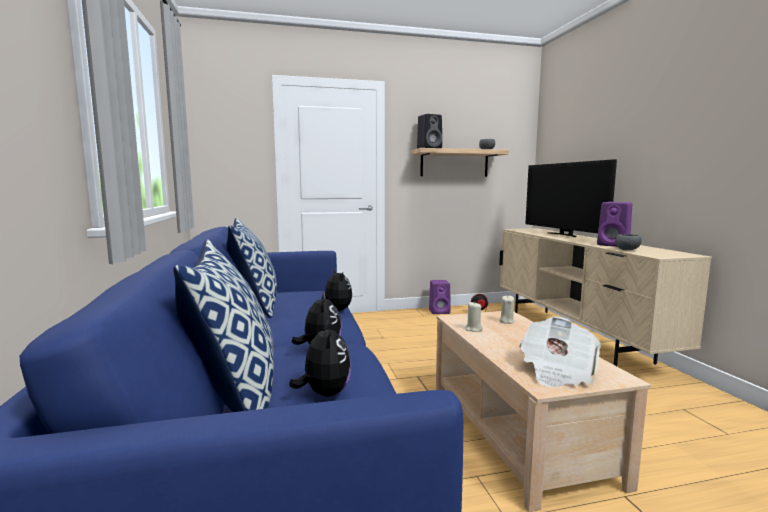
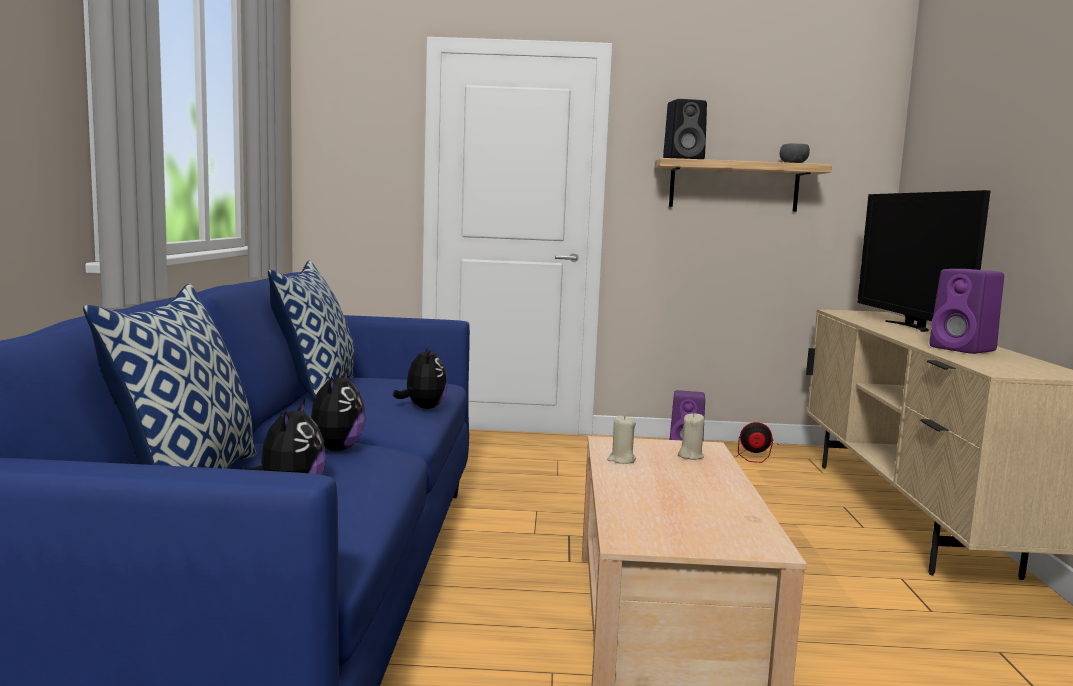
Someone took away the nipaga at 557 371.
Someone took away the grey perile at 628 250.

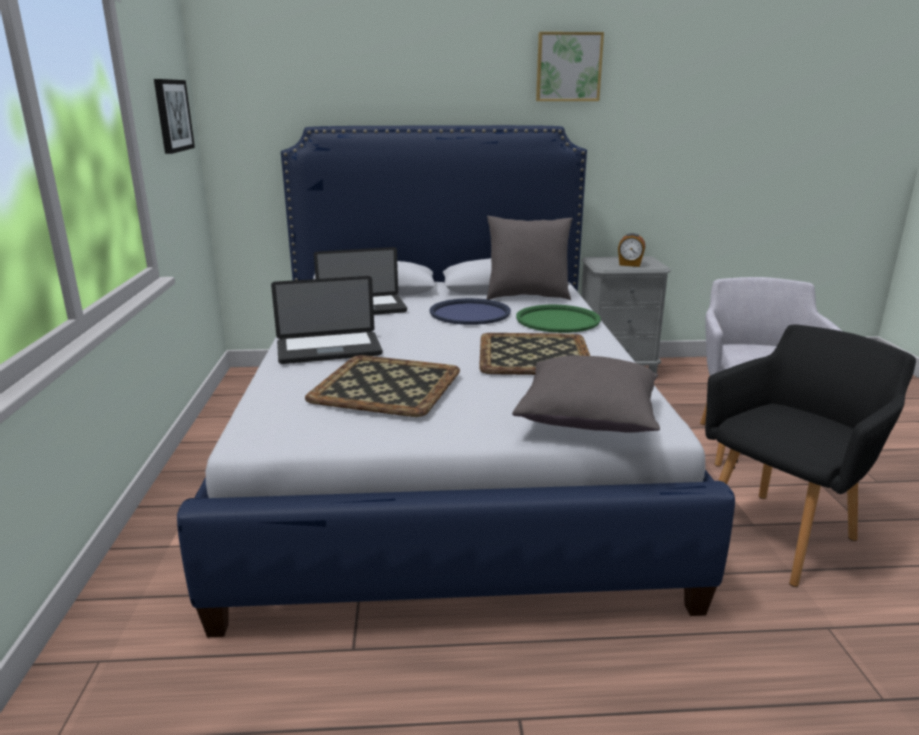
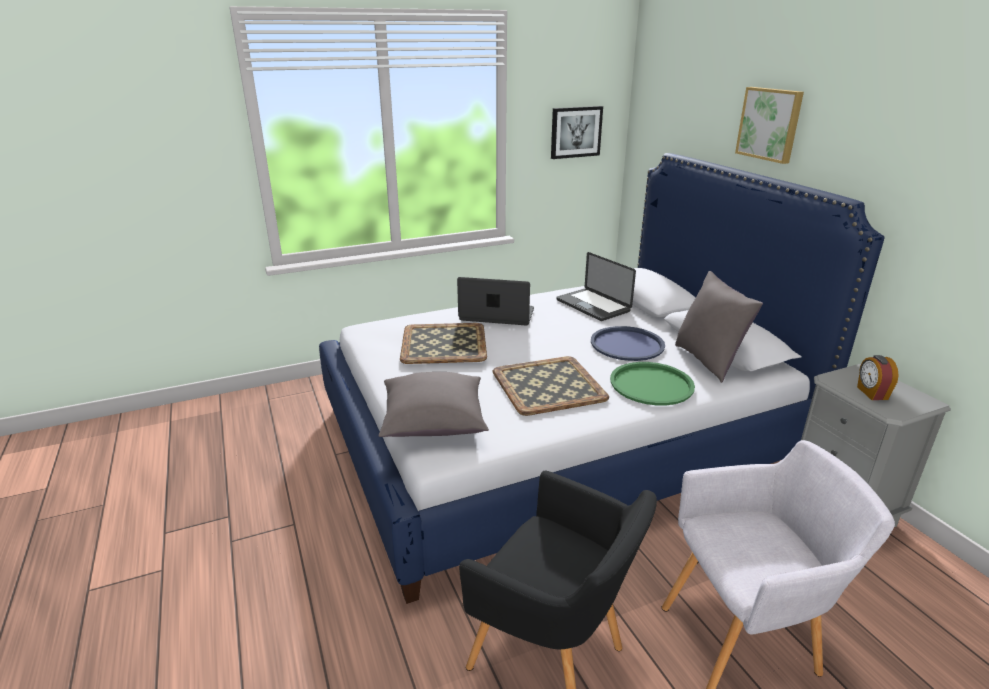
Someone carried the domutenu from 568 67 to 770 124.
Someone rotated the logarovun at 329 349 by 135 degrees clockwise.

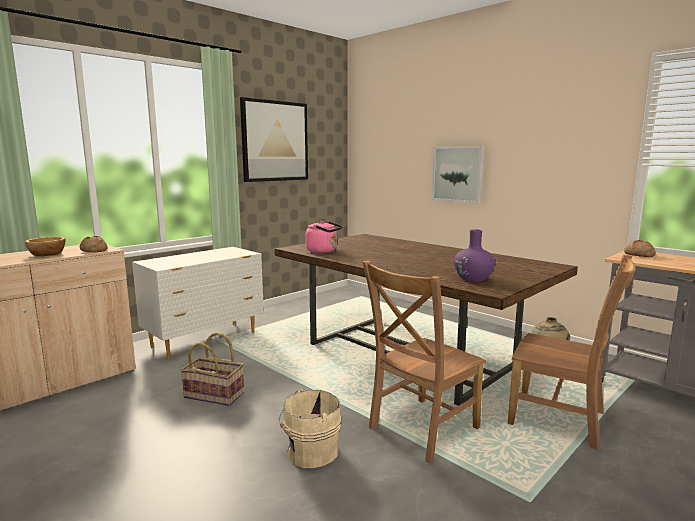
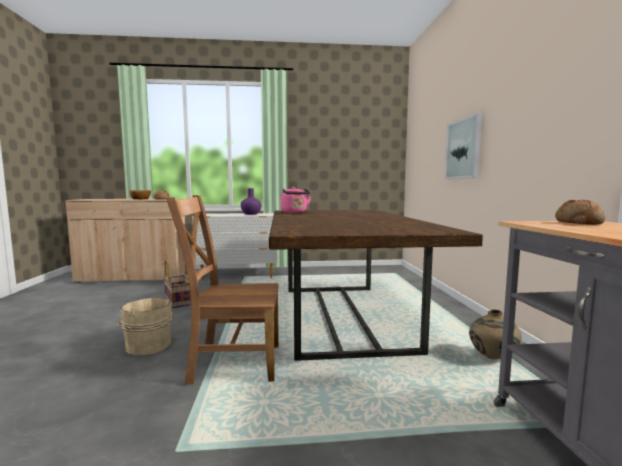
Someone took away the domutenu at 275 141.
Someone took away the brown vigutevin at 561 420.
Someone carried the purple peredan from 473 279 to 251 214.

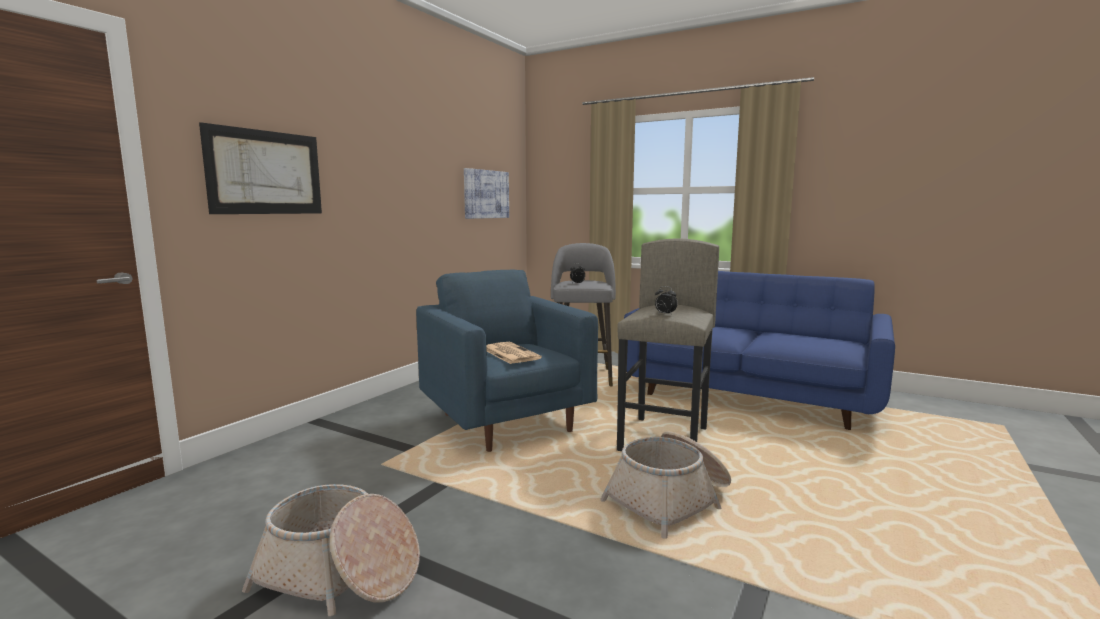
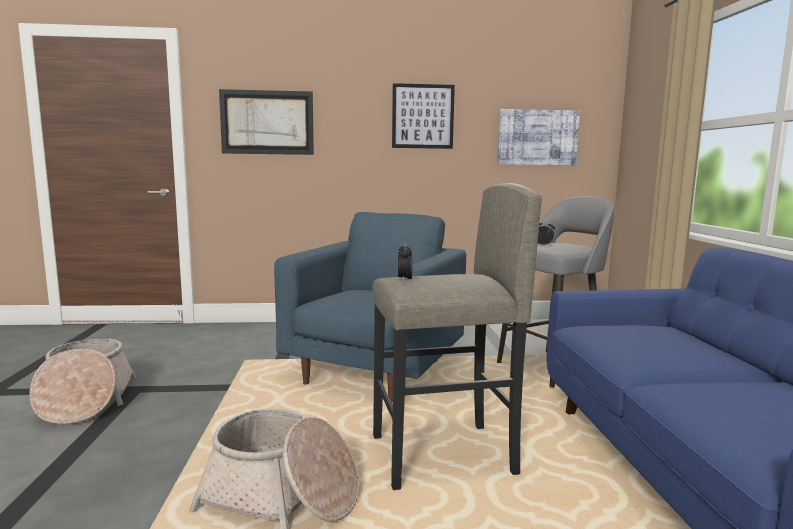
Someone took away the nipaga at 510 353.
Someone put up the domutenu at 423 116.

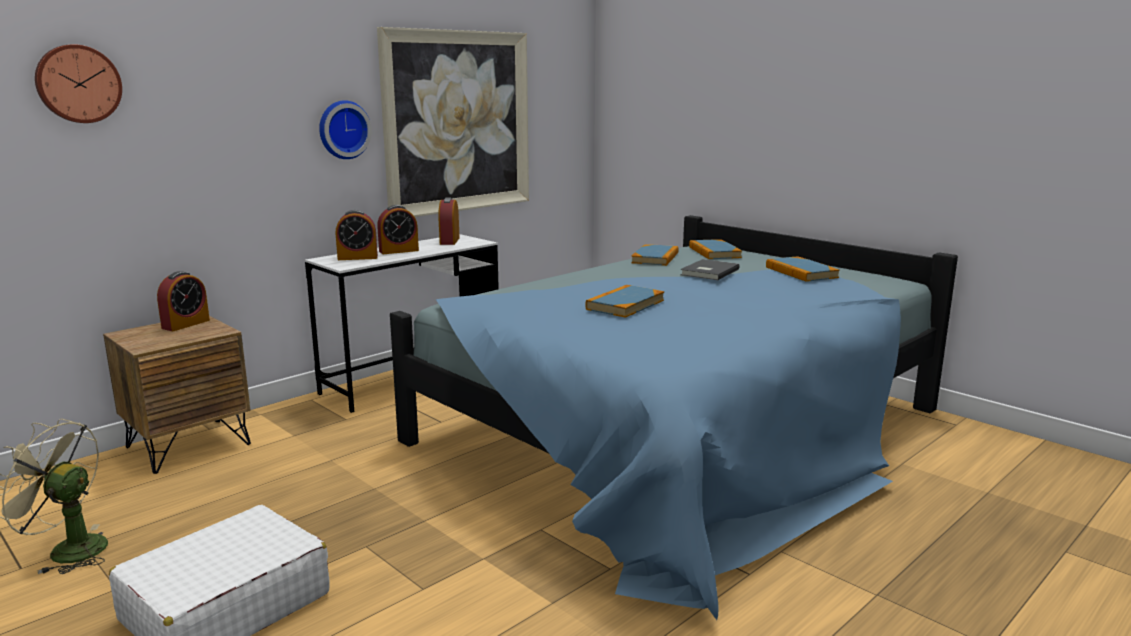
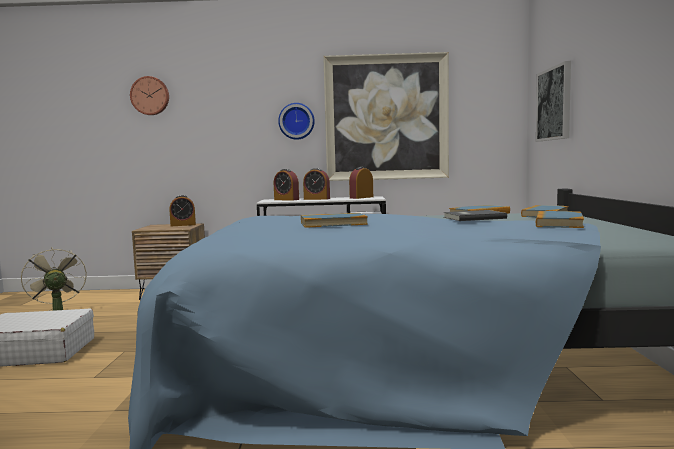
Someone put up the domutenu at 554 104.

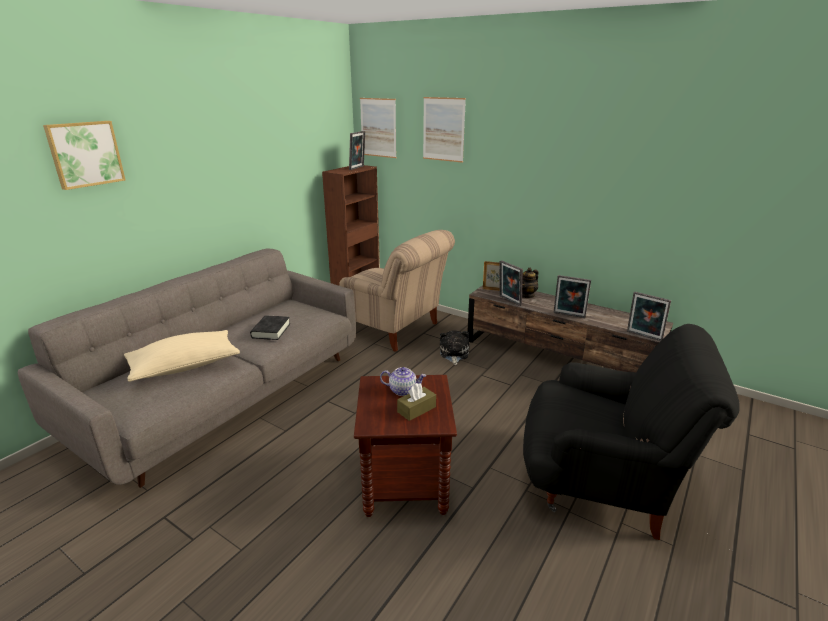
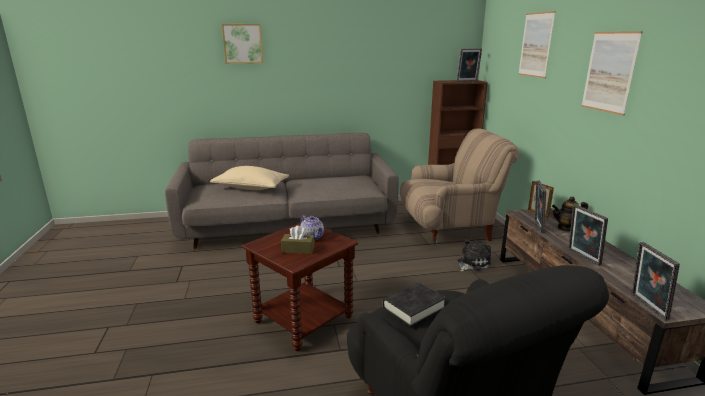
Someone carried the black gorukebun from 271 331 to 413 307.
Someone carried the domutenu from 378 127 to 609 72.
Someone rotated the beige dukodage at 393 328 by 90 degrees counterclockwise.

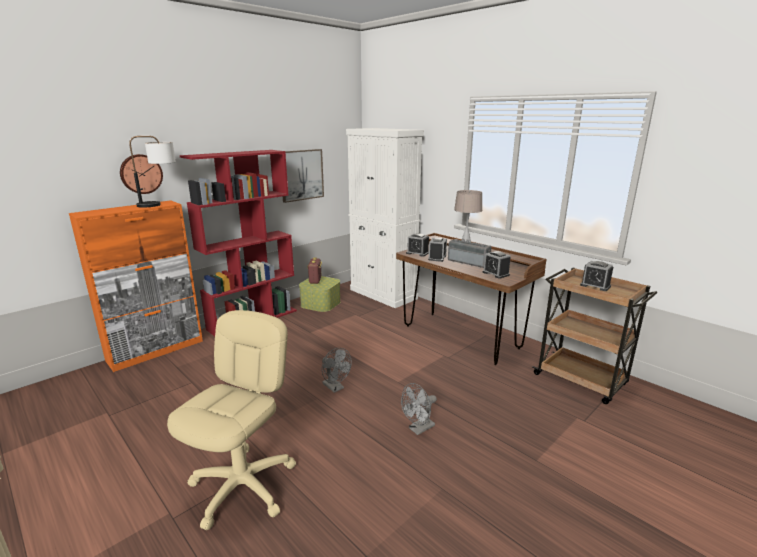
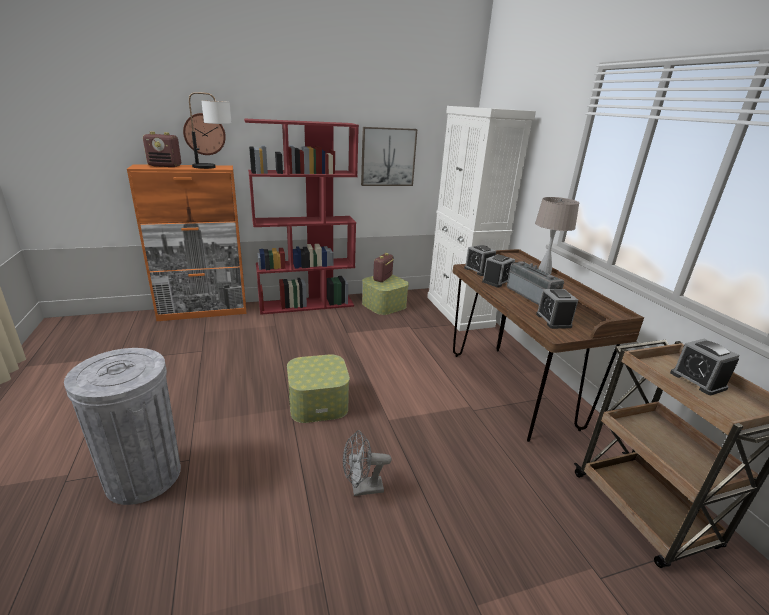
Someone put down the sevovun at 165 166.
Someone swapped the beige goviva at 243 486 for the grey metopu at 144 476.
Someone swapped the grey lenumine at 335 387 for the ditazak at 318 402.

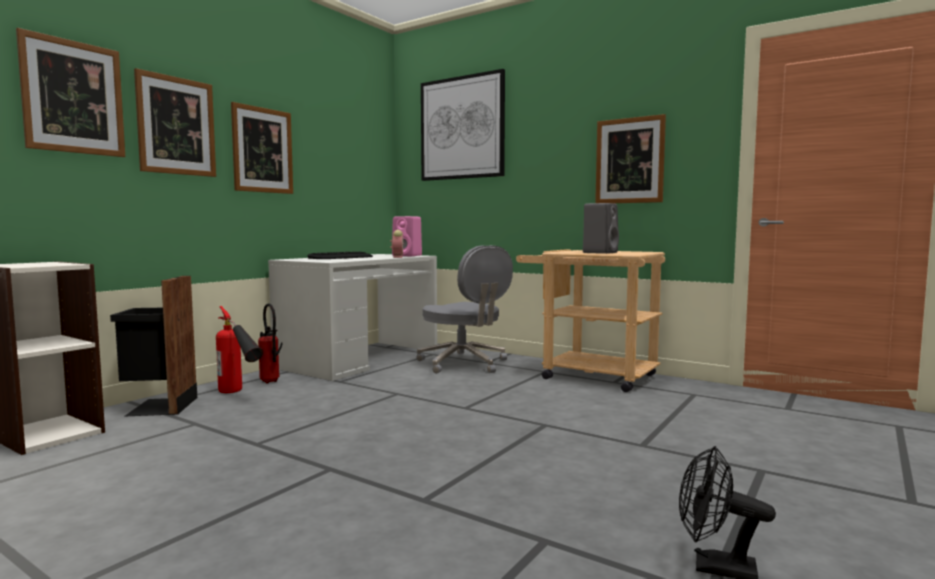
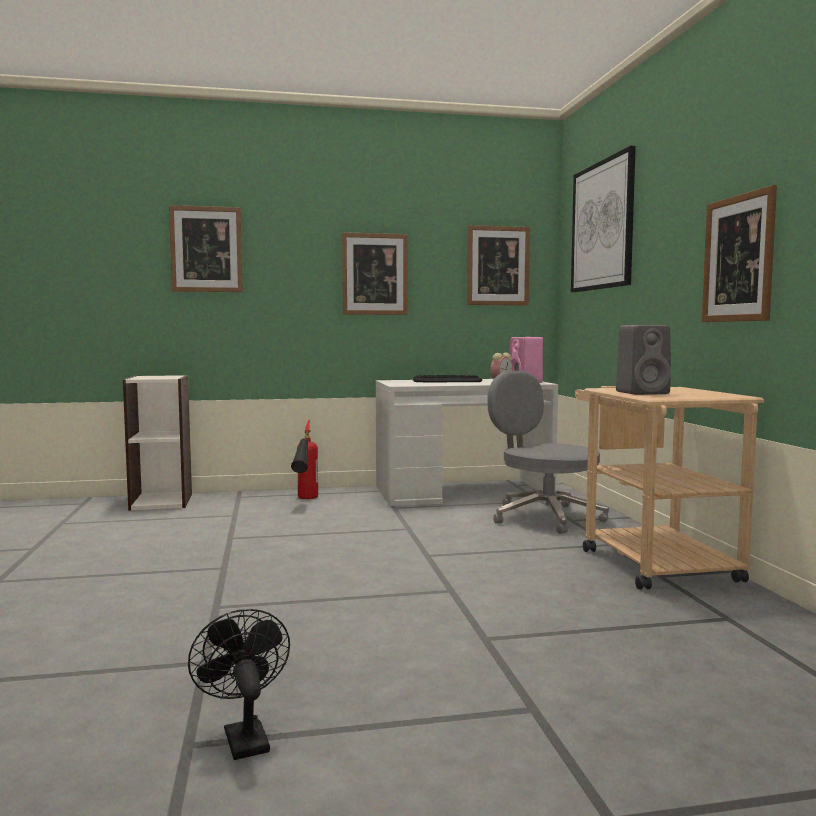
Someone took away the black metopu at 158 406.
Someone took away the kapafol at 269 382.
Someone carried the domutenu from 176 126 to 498 266.
Someone rotated the grey goviva at 464 364 by 135 degrees clockwise.

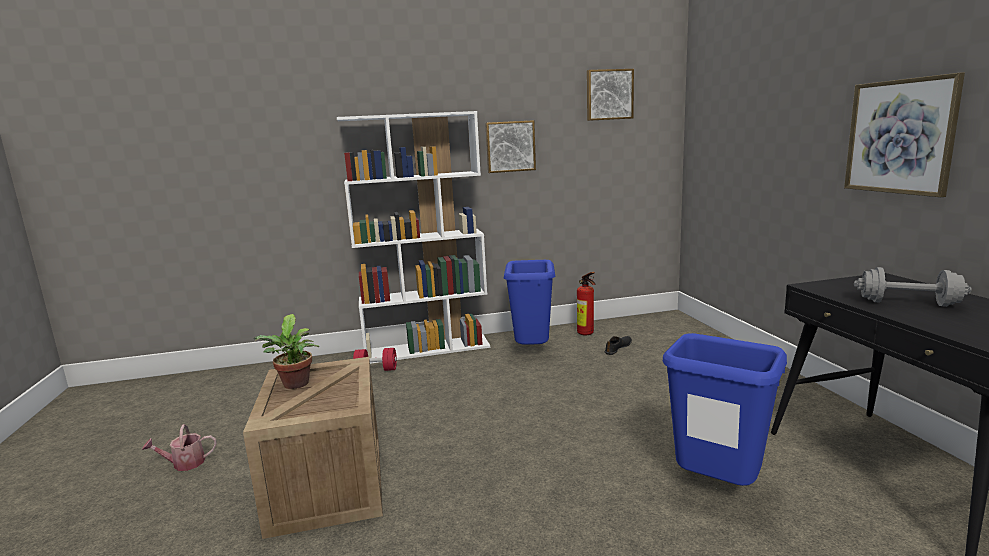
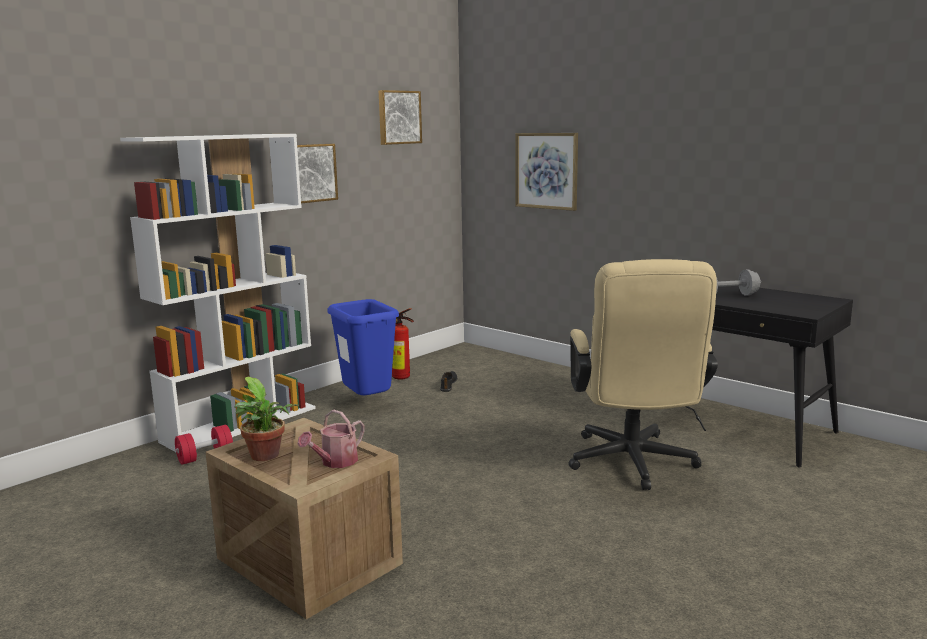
Someone carried the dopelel from 184 464 to 335 462.
Someone carried the domutenu from 900 137 to 546 171.
Someone swapped the blue metopu at 715 488 for the beige goviva at 633 465.

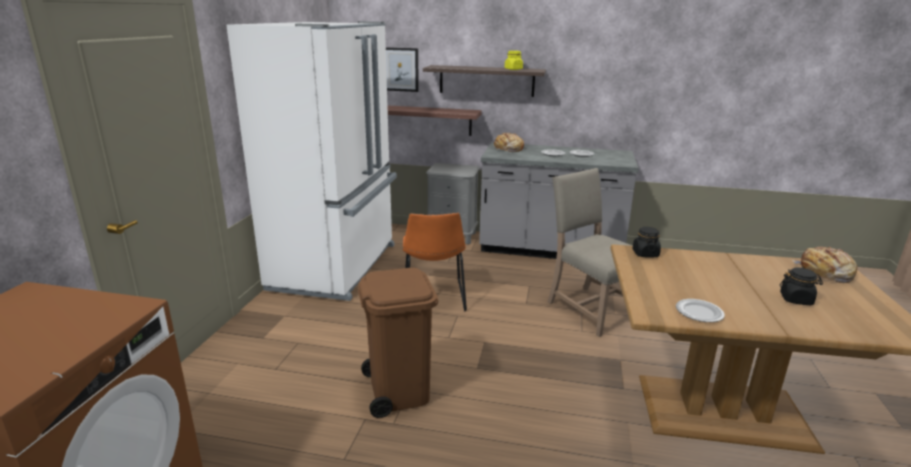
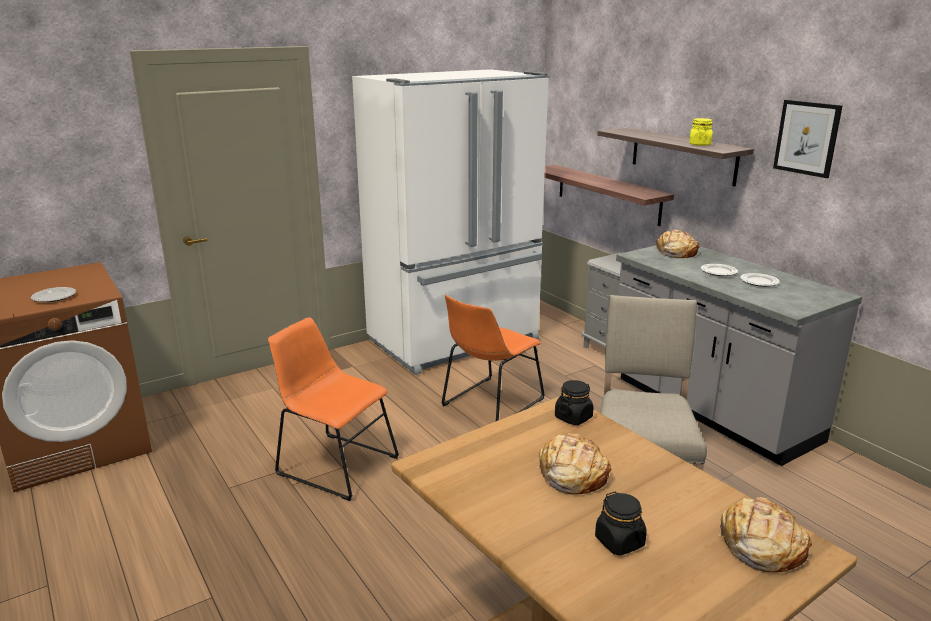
Someone put down the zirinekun at 571 474.
Someone carried the domutenu from 401 69 to 807 138.
Someone carried the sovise from 699 313 to 53 297.
Someone swapped the brown metopu at 398 390 for the orange vigutevin at 334 464.

